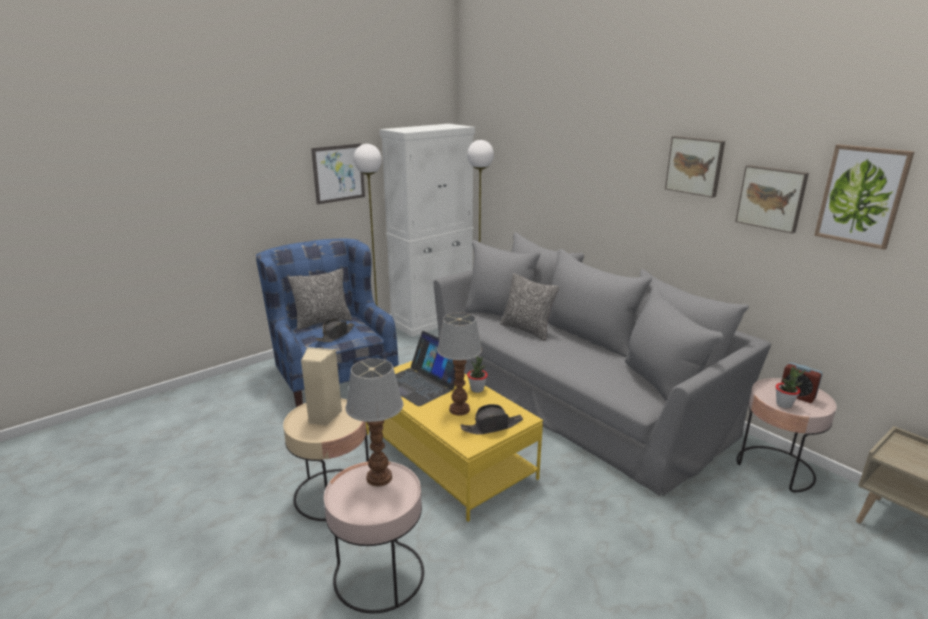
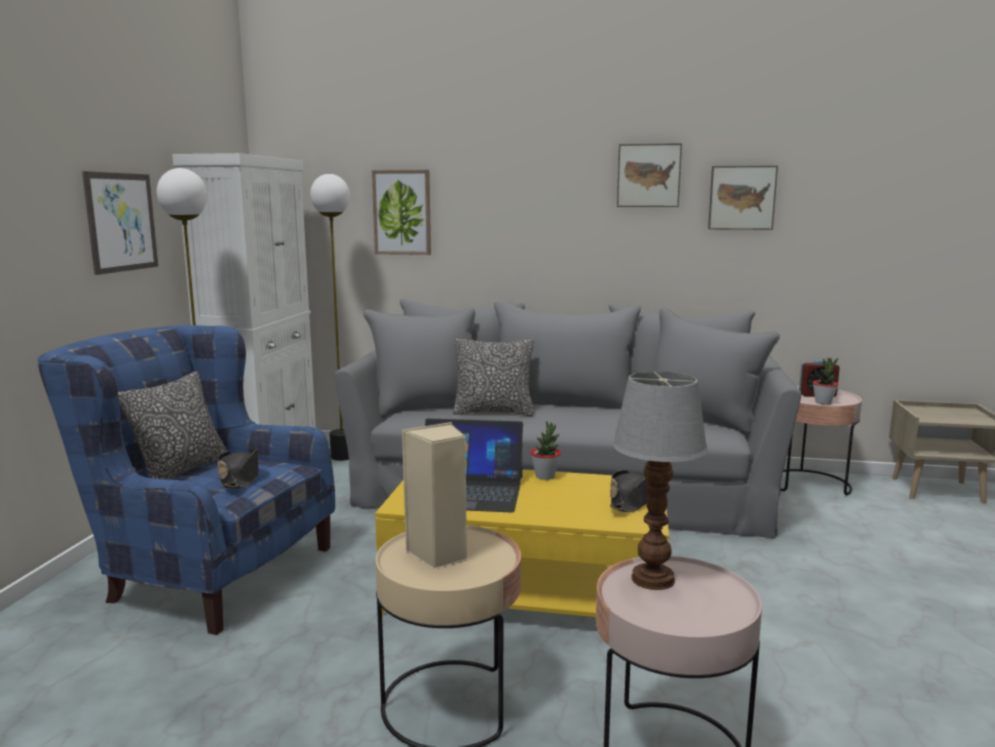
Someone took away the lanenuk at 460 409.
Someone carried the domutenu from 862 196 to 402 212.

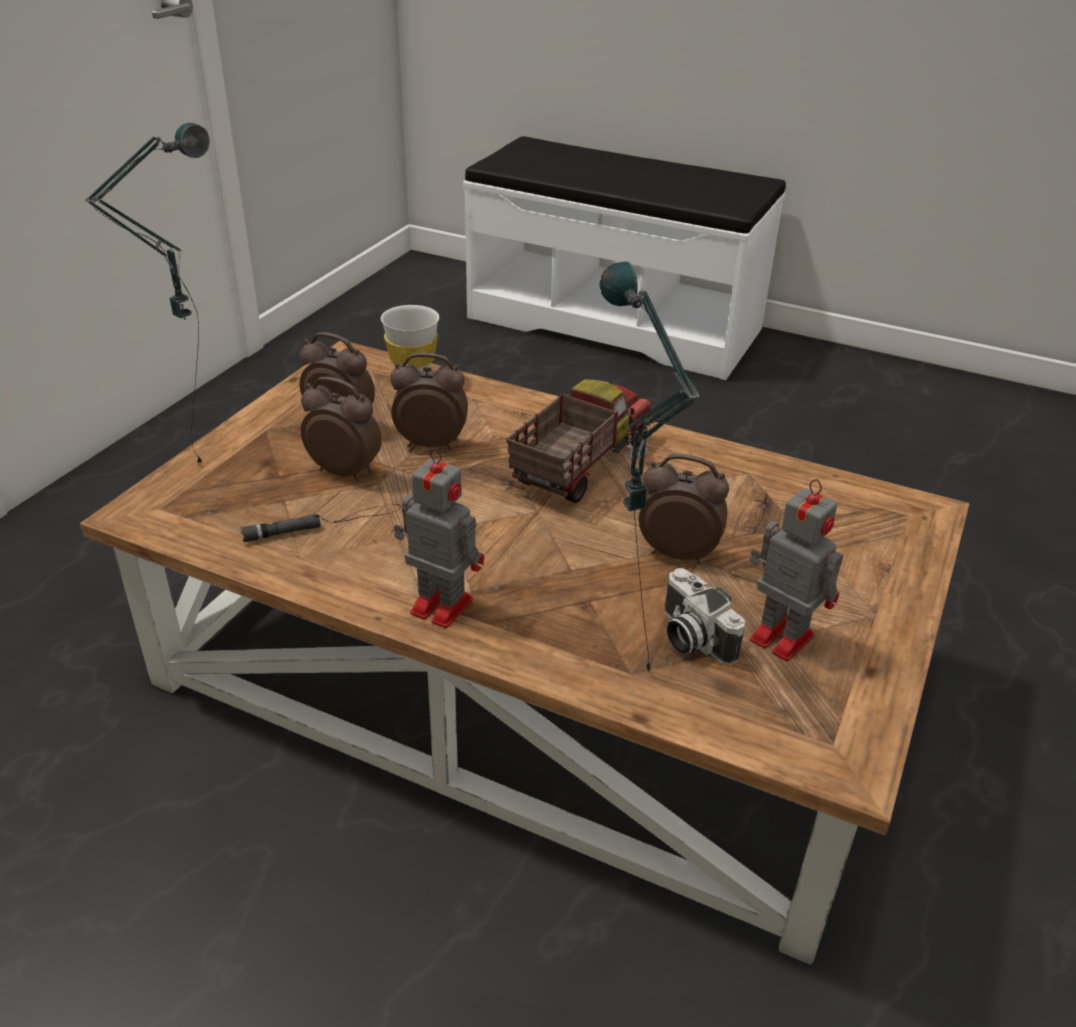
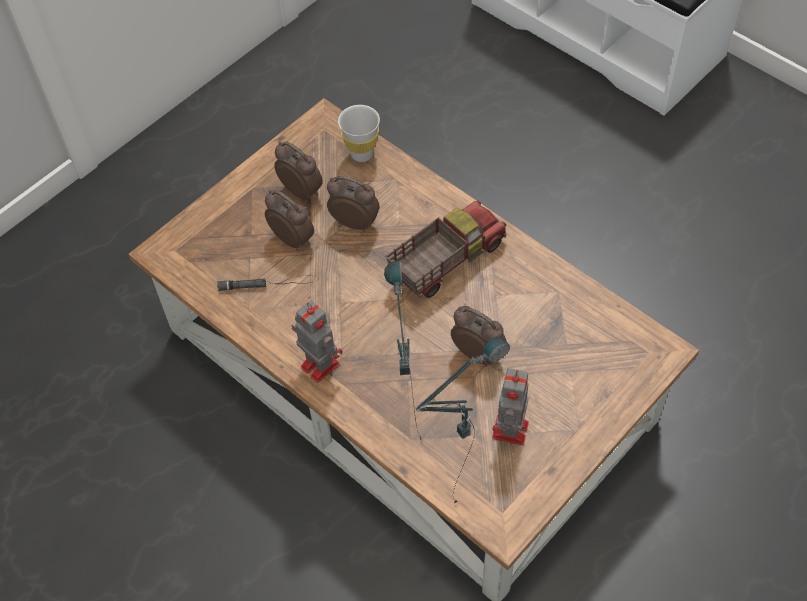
Someone took away the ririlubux at 691 637.
Someone carried the lanenuk from 205 452 to 459 487.
Someone rotated the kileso at 779 636 by 135 degrees counterclockwise.

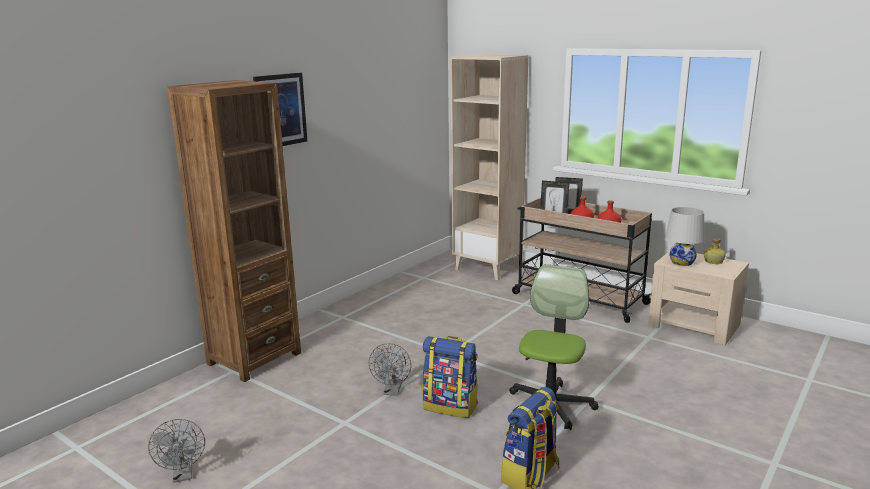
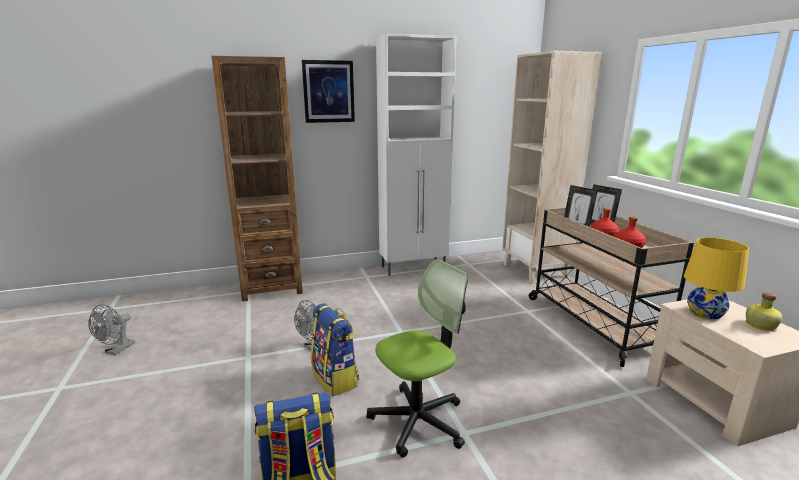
Someone put down the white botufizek at 414 267.
Someone repainted the white lanenuk at 682 262, which became the yellow lanenuk at 705 313.

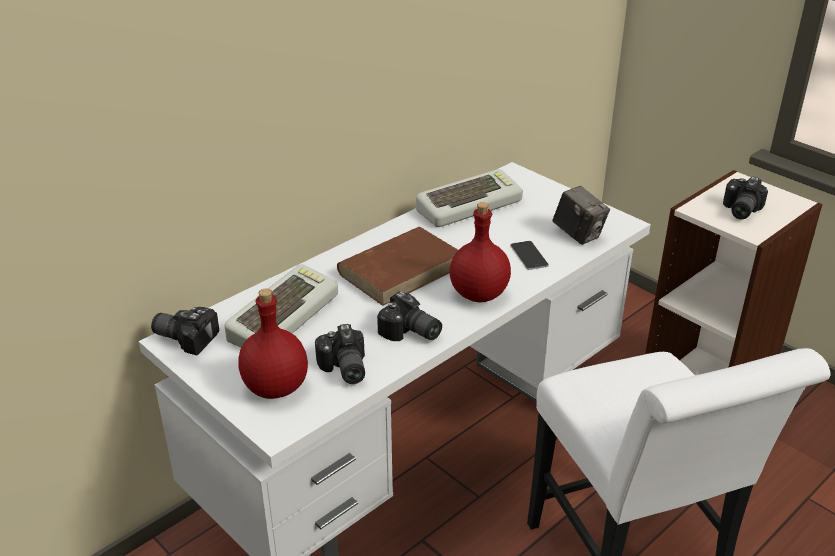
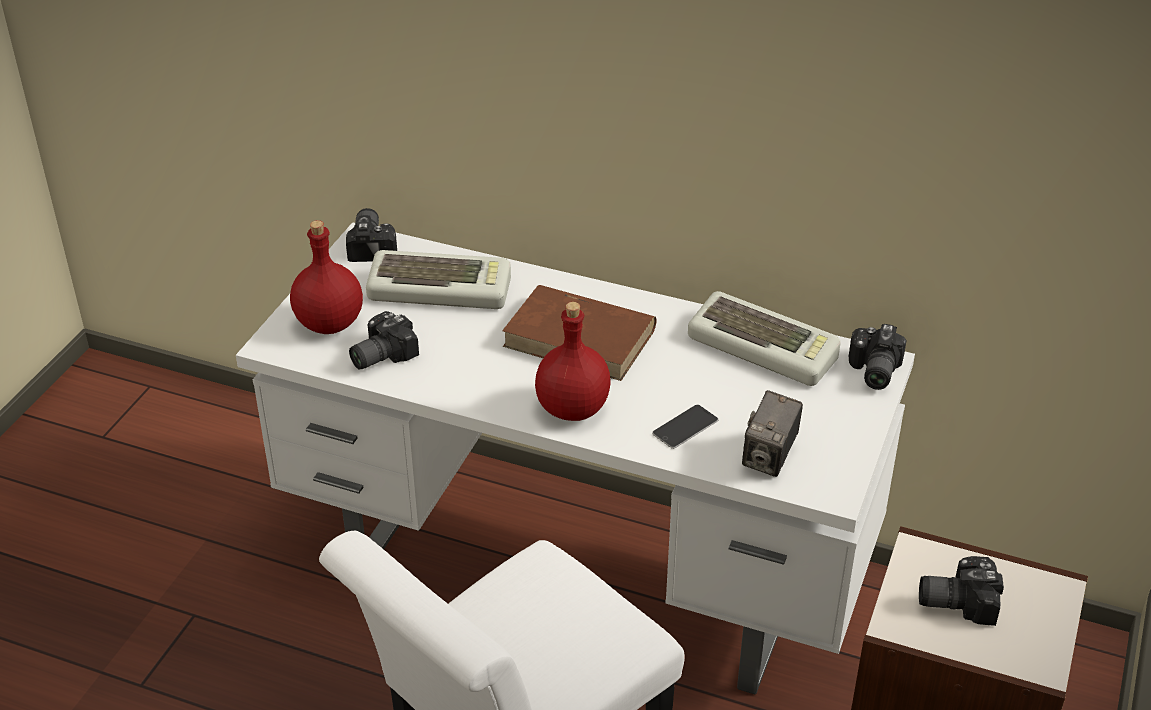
Someone carried the ririlubux from 410 333 to 872 371.

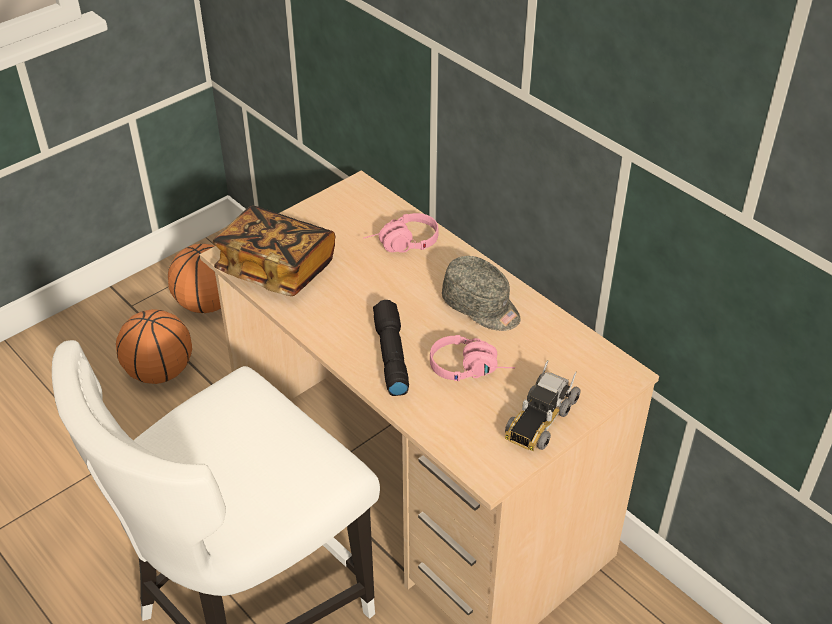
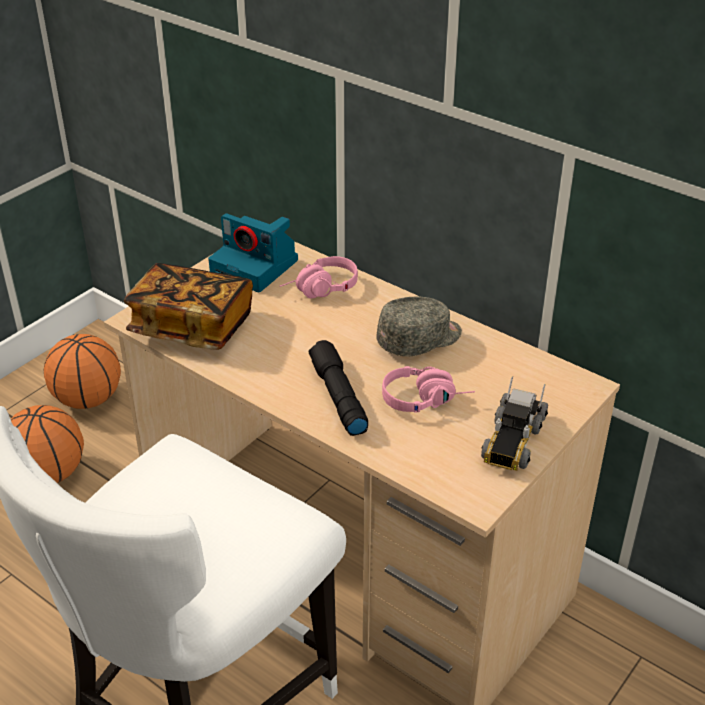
Someone put down the ririlubux at 256 267.
Someone rotated the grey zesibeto at 481 307 by 60 degrees counterclockwise.

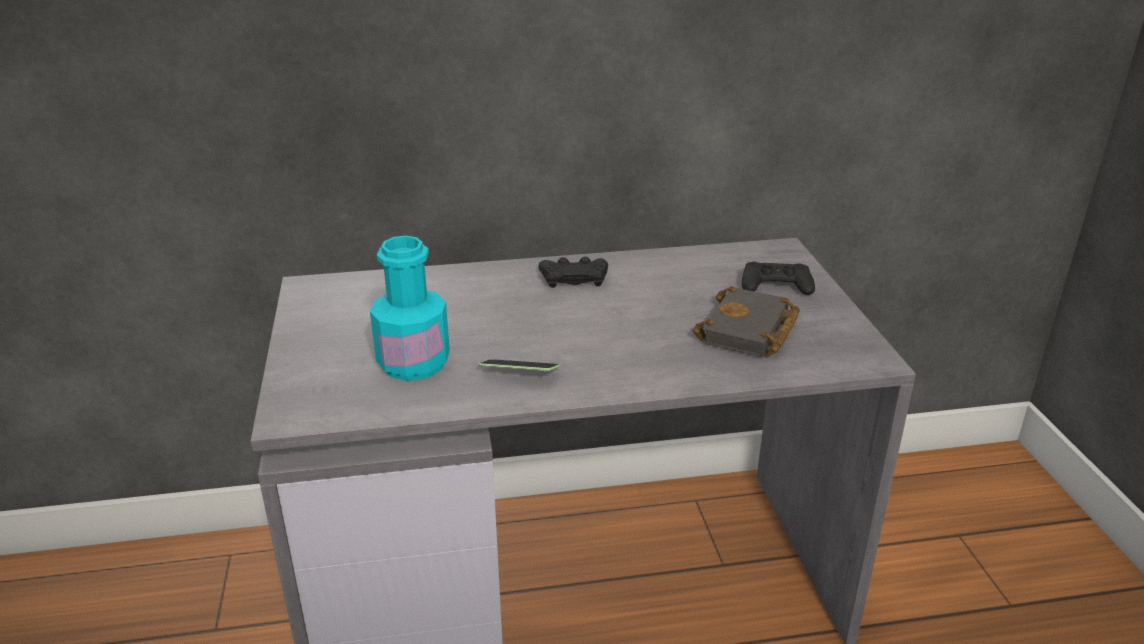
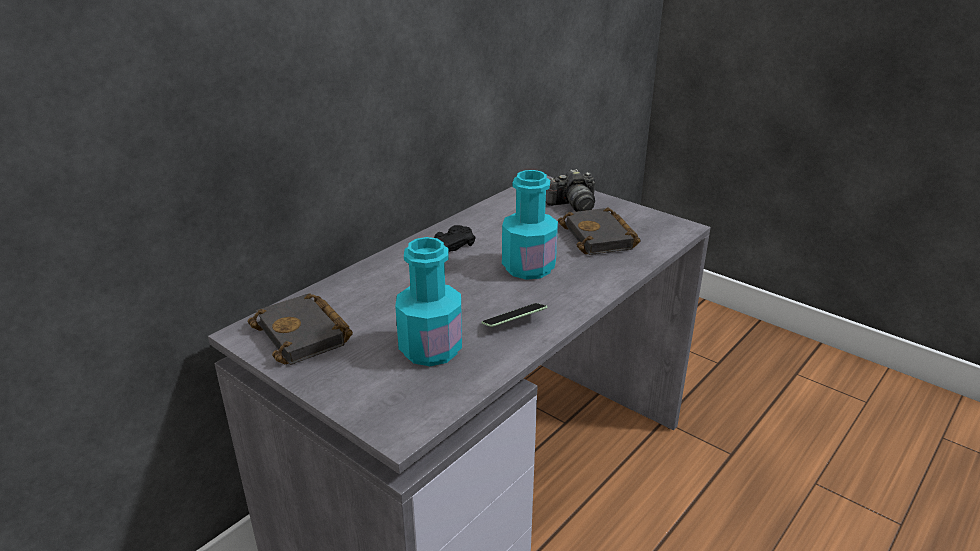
Someone put down the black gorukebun at 305 335.
Someone put down the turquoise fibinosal at 528 267.
Someone swapped the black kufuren at 776 285 for the ririlubux at 573 205.

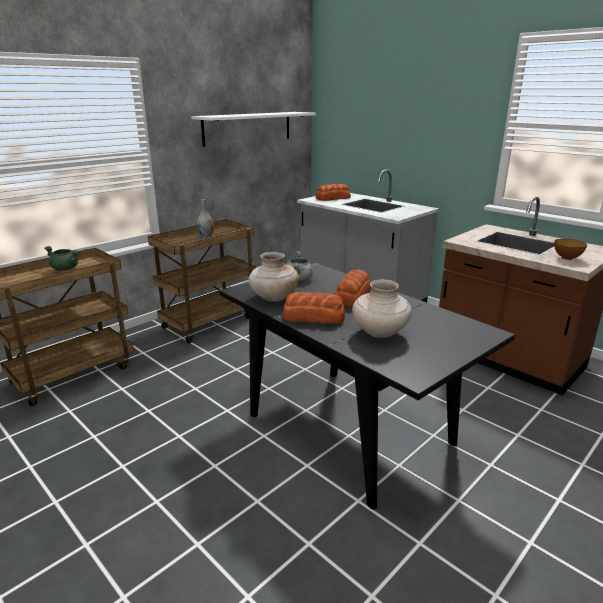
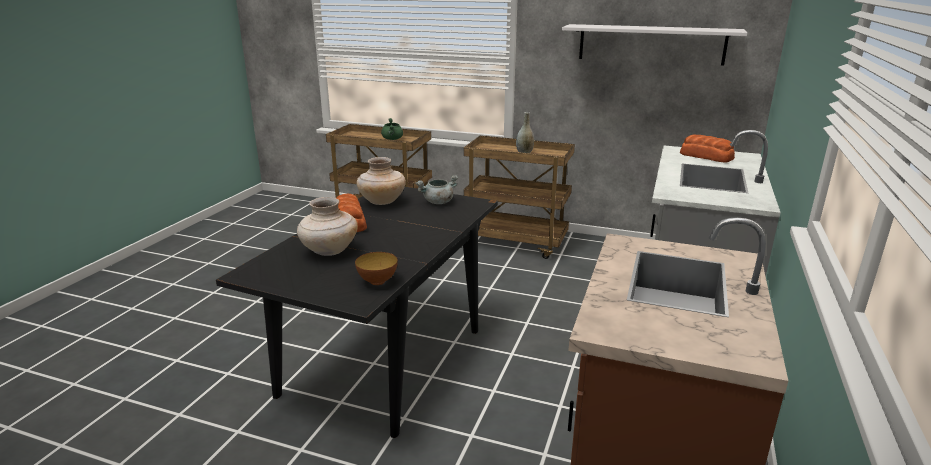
Someone took away the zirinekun at 353 296.
Someone carried the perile from 567 258 to 377 281.

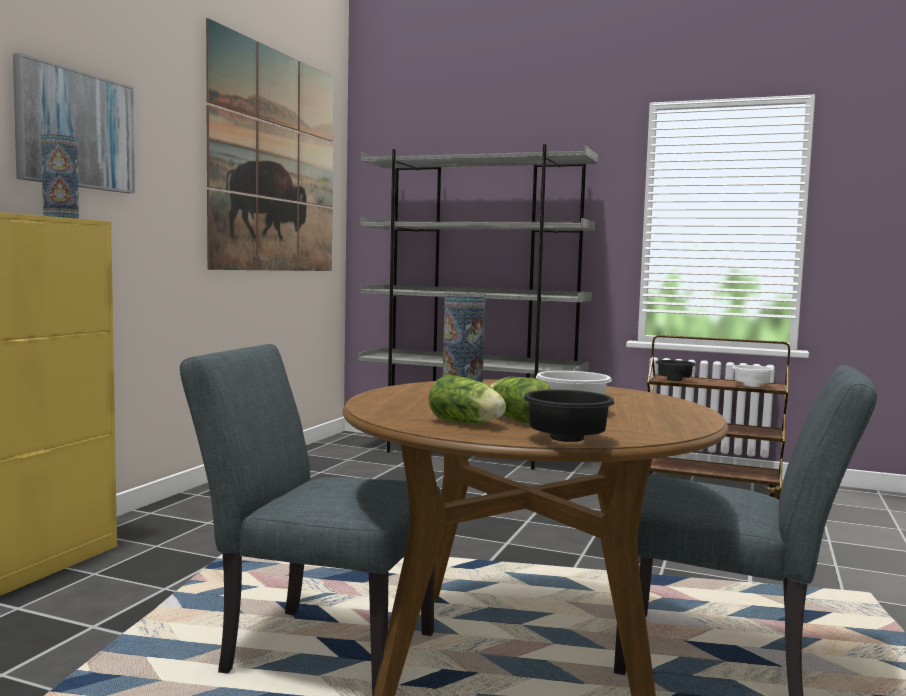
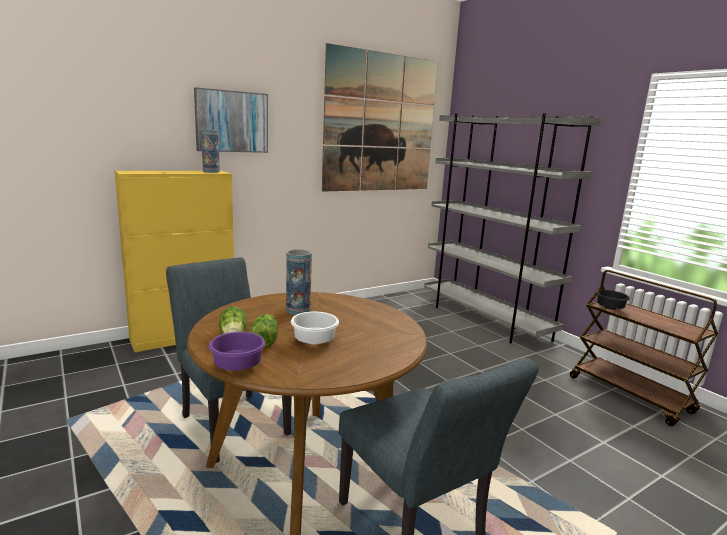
Someone took away the white perile at 753 386.
Someone repainted the black perile at 569 440, which became the purple perile at 239 367.

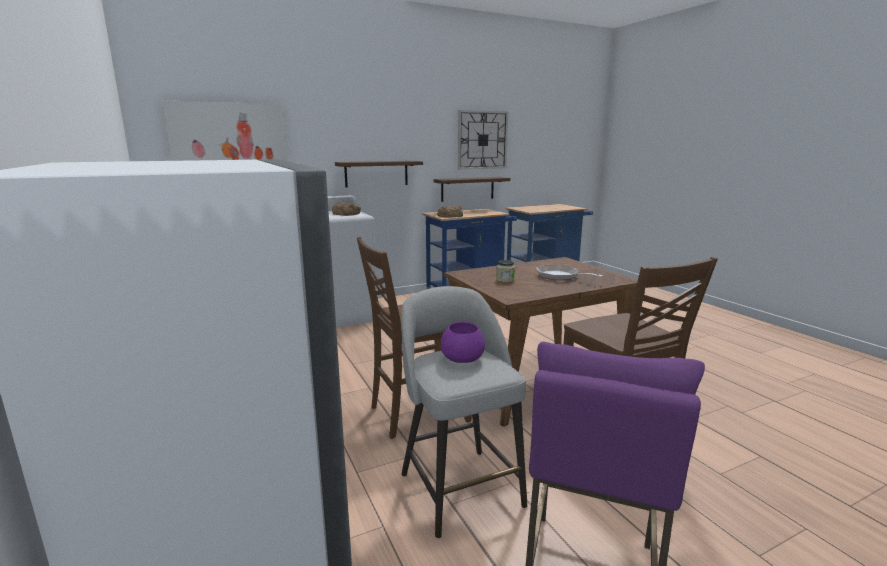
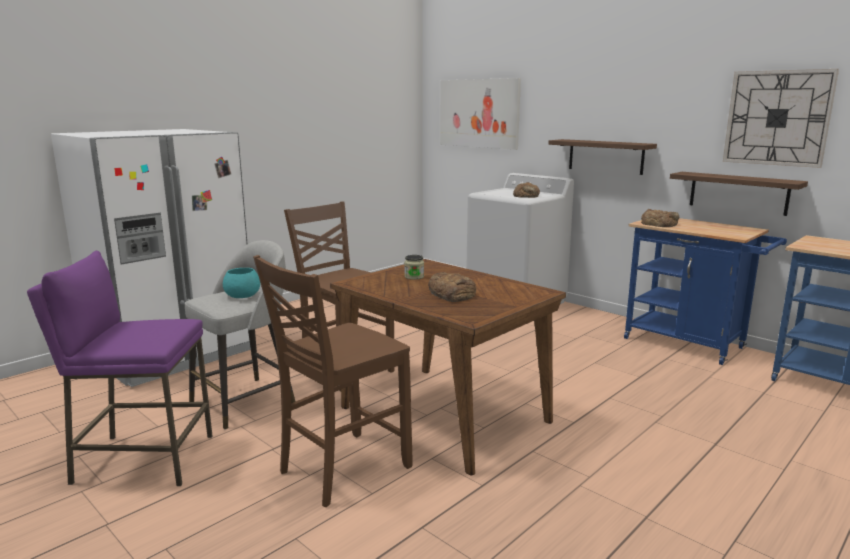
Someone swapped the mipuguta at 560 276 for the zirinekun at 452 294.
Someone repainted the purple perile at 462 358, which became the turquoise perile at 243 295.

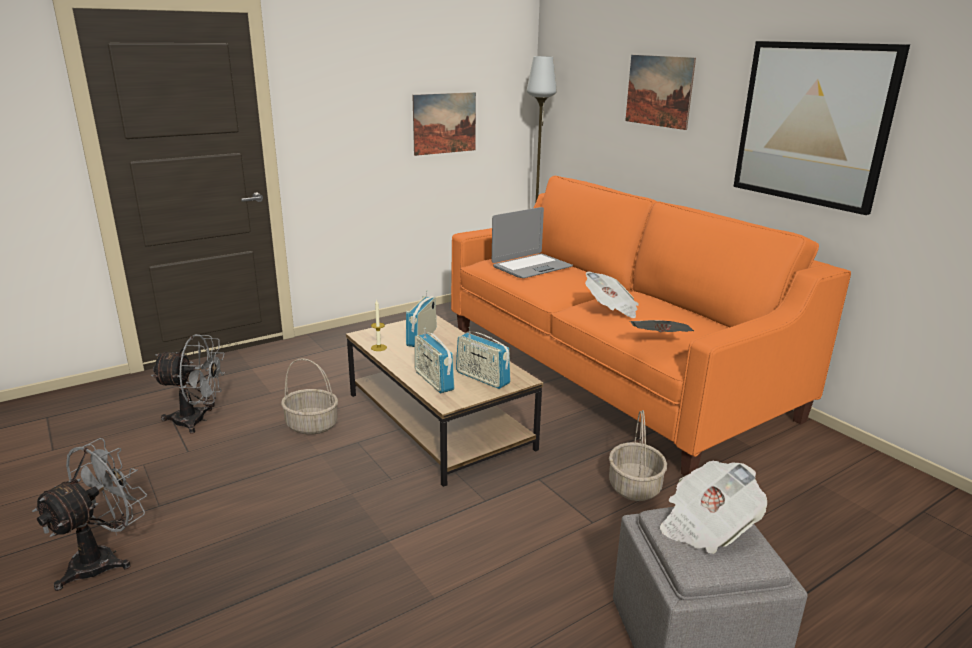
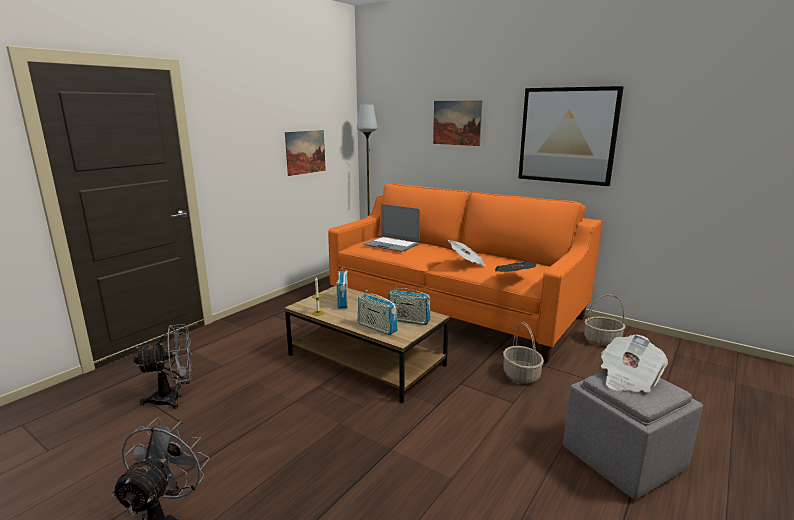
Someone carried the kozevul from 311 425 to 602 340.
Someone rotated the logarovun at 531 267 by 90 degrees clockwise.

